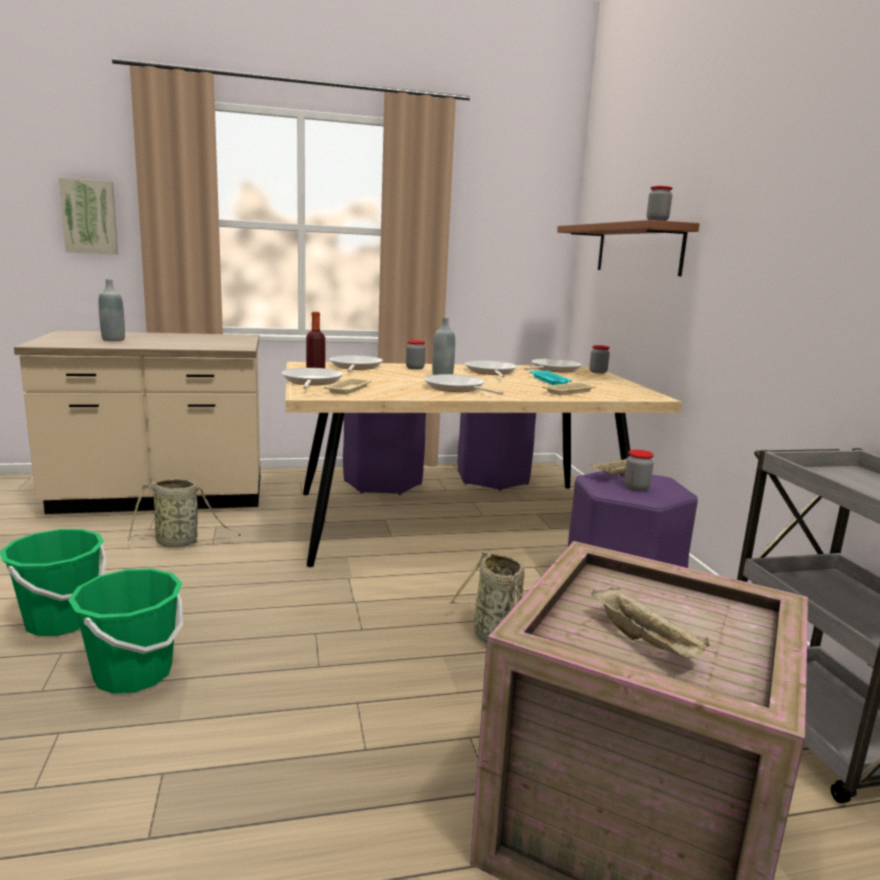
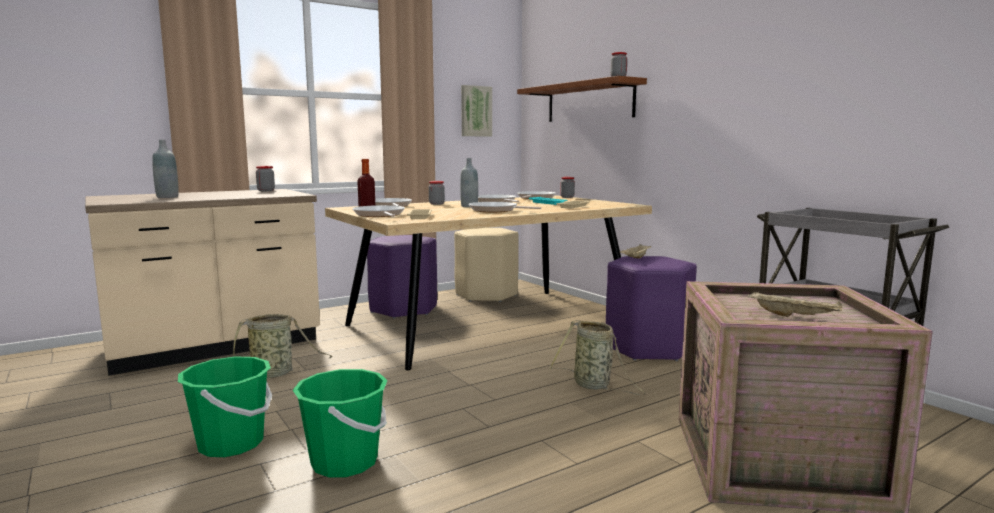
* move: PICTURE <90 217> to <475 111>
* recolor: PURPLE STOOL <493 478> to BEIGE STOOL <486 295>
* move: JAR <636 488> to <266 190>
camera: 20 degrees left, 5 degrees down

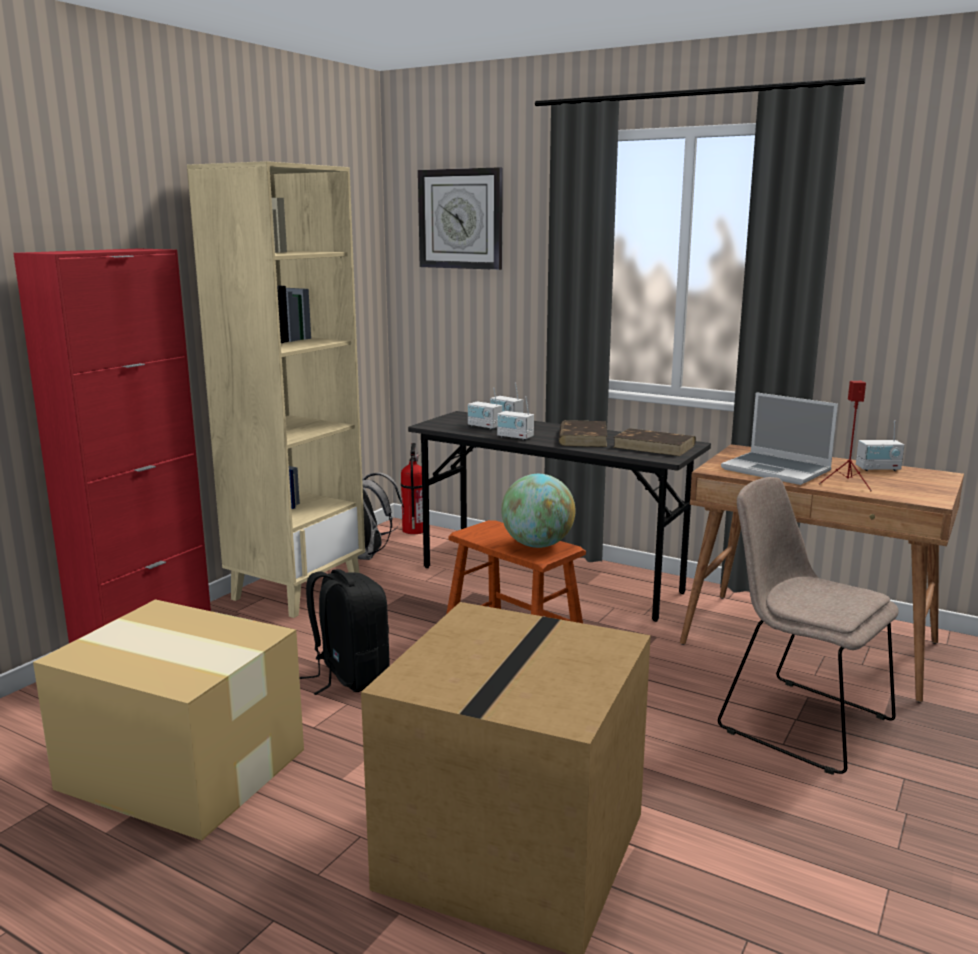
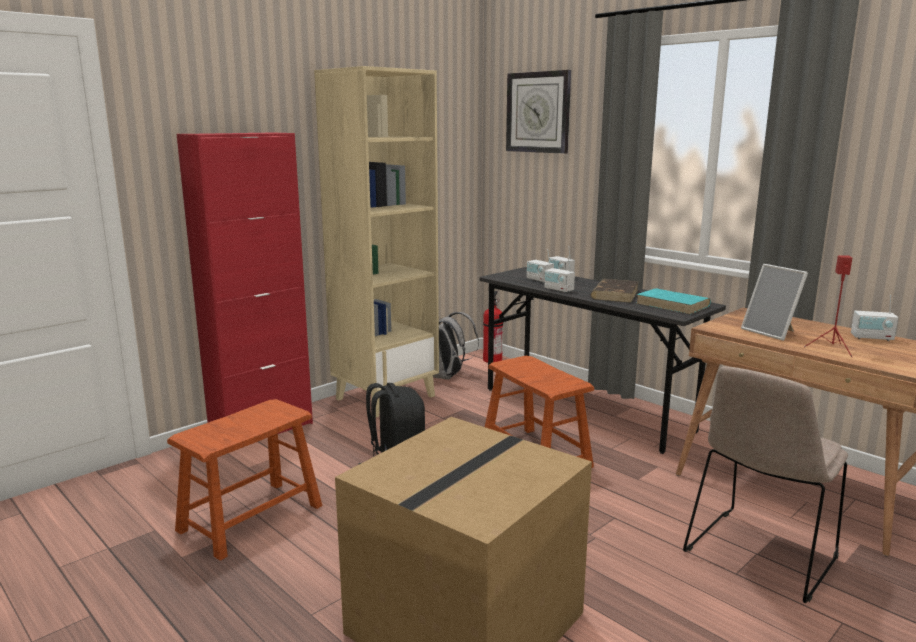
* replace: LAPTOP <777 470> to PICTURE FRAME <771 332>
* recolor: BROWN BOOK <655 446> to TURQUOISE BOOK <673 305>
* delete: GLOBE <537 545>
* rotate: BEIGE CHAIR <799 721> = <759 556> 105 degrees counterclockwise
* replace: CARDBOARD BOX <181 767> to BROWN STOOL <250 518>
camera: 15 degrees right, 0 degrees up

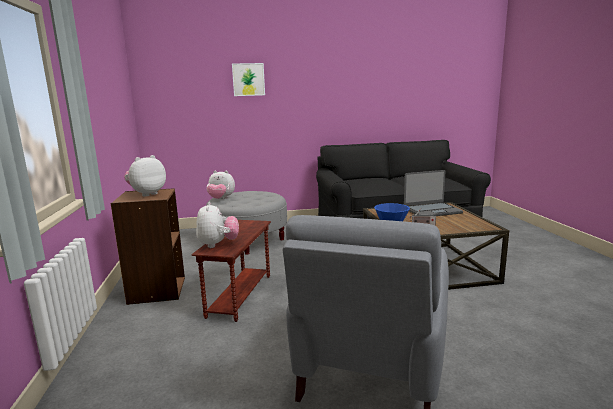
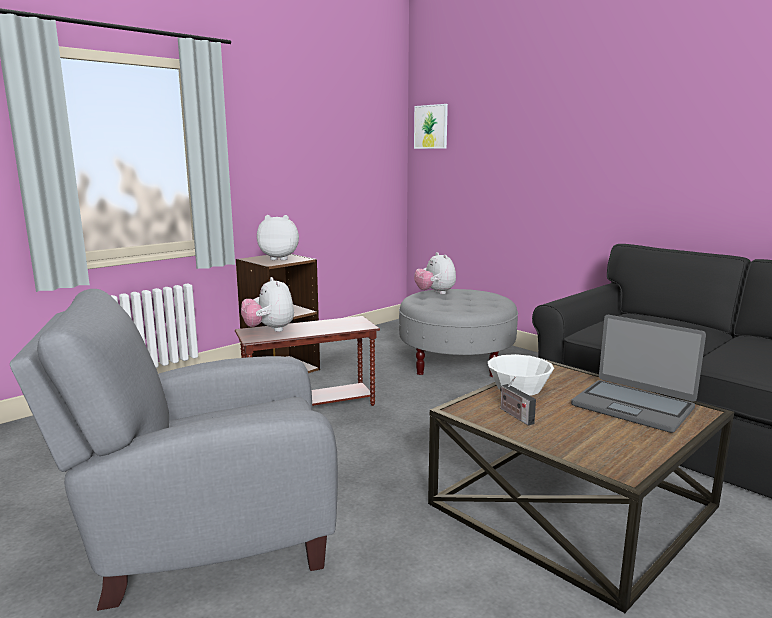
* move: PICTURE <248 79> to <431 127>
* rotate: PLUSH TOY <218 244> = <269 330> 105 degrees clockwise
* recolor: BLUE BOWL <391 220> to WHITE BOWL <518 387>
camera: 55 degrees right, 0 degrees up

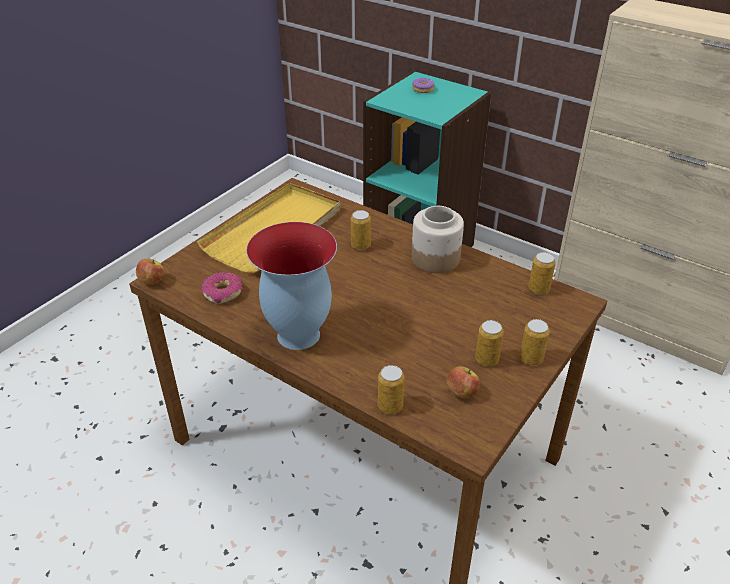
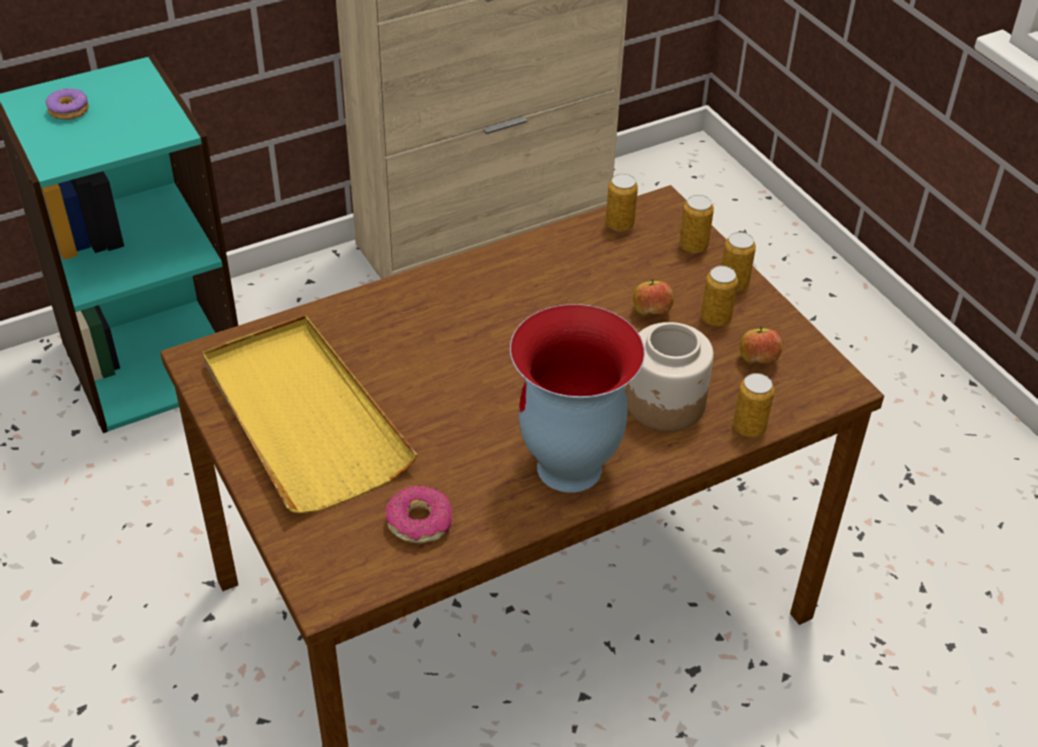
* move: JAR <435 259> to <665 404>
* move: CAN <360 246> to <693 246>
* move: APPLE <152 281> to <651 312>
camera: 65 degrees left, 5 degrees up

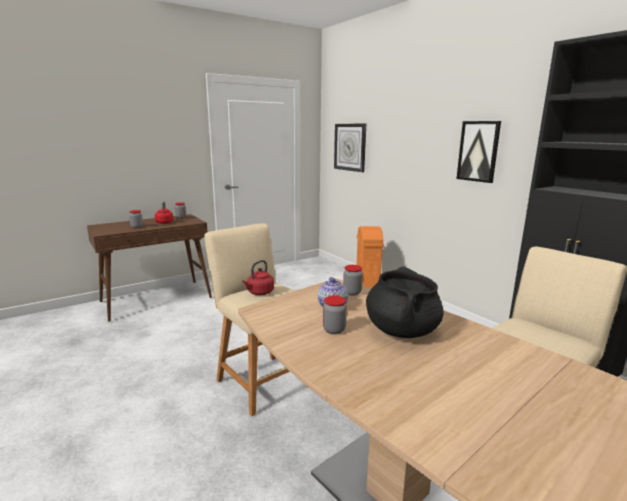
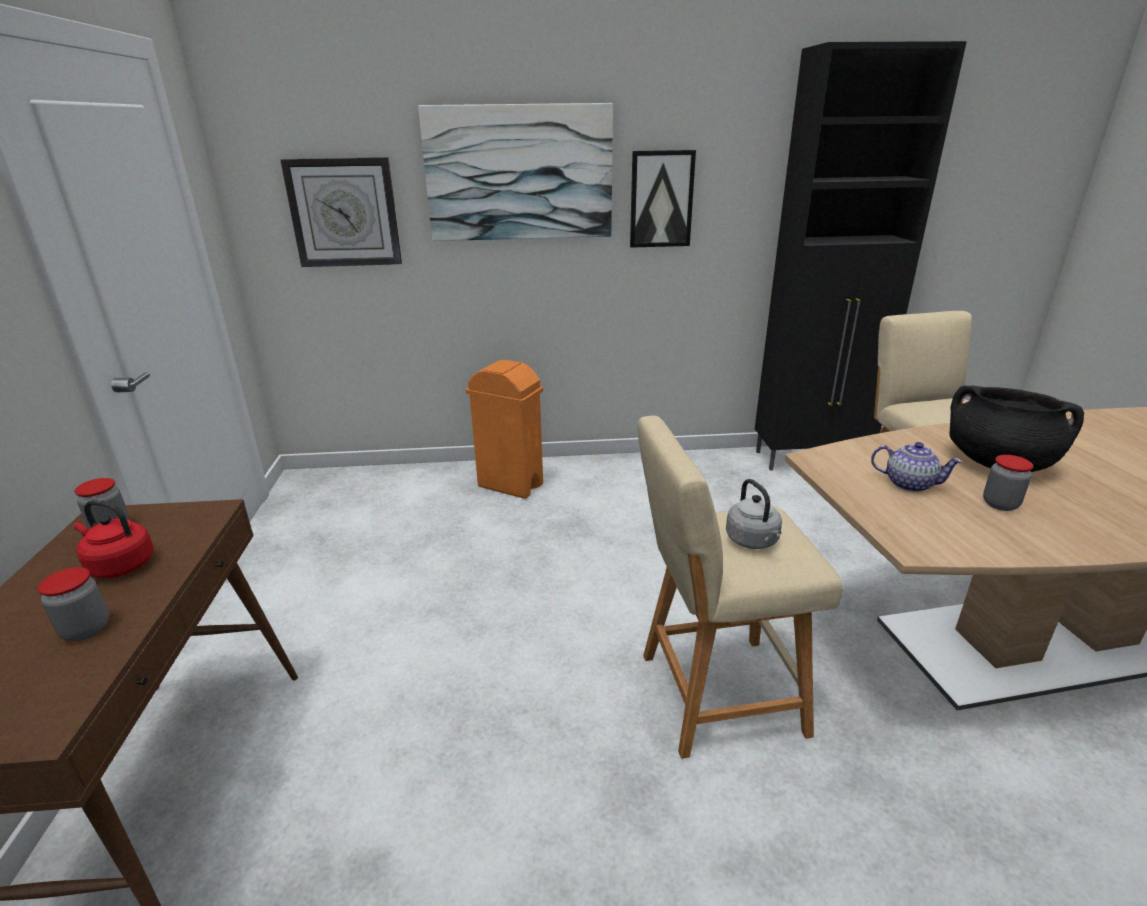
* recolor: RED KETTLE <259 293> to GREY KETTLE <753 541>
* delete: JAR <352 292>
* insert: PICTURE <519 173>
camera: 60 degrees left, 10 degrees up

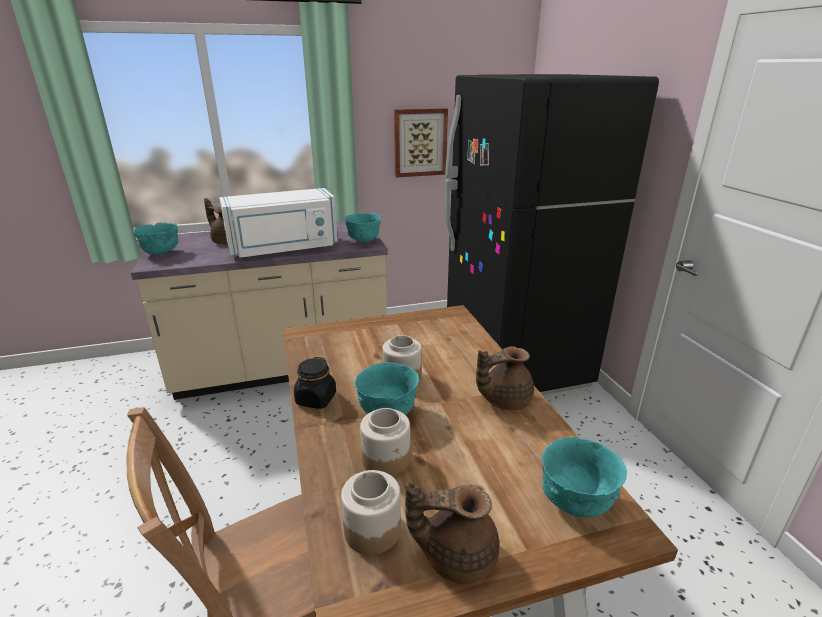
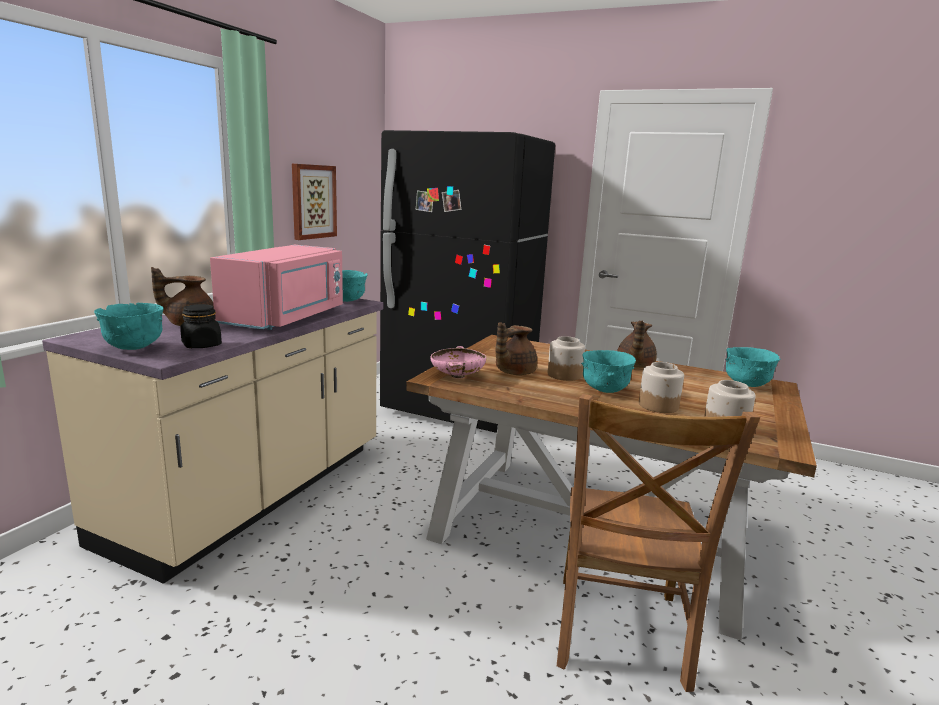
* recolor: WHITE MICROWAVE <284 249> to PINK MICROWAVE <287 318>
* move: BLACK JAR <316 399> to <202 345>
* move: BROWN TEAPOT <456 555> to <513 372>
* insert: PINK BOWL <457 376>
camera: 50 degrees left, 10 degrees down

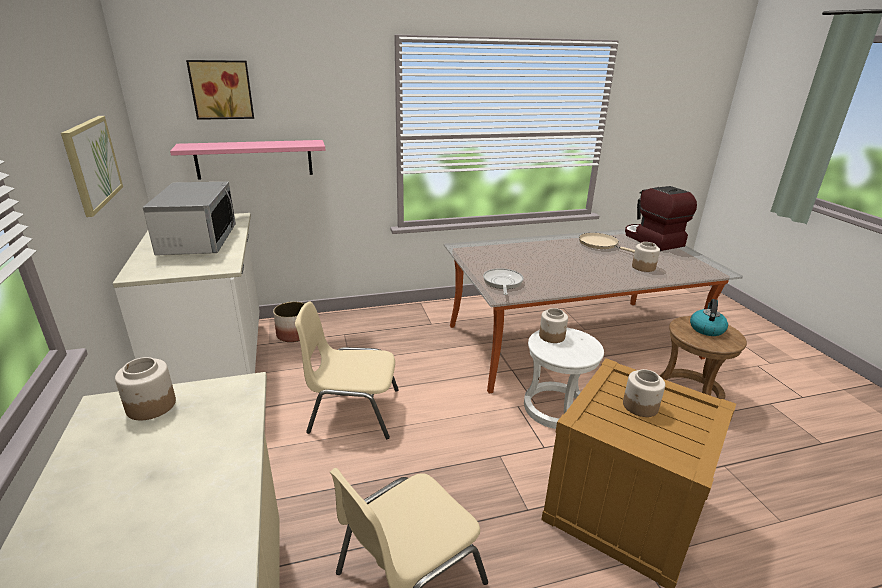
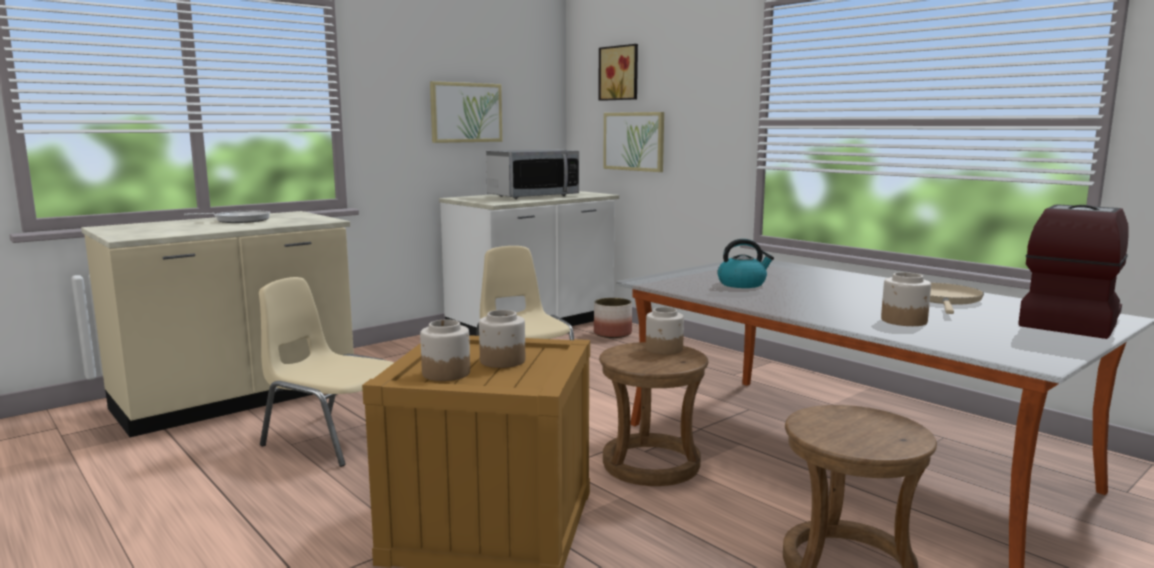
* replace: PINK SHELF <254 159> to PICTURE <634 141>
* move: FRYING PAN <502 283> to <239 220>
* move: KETTLE <706 329> to <742 284>
* recolor: WHITE STOOL <556 408> to BROWN STOOL <650 464>
* move: JAR <150 406> to <446 373>
camera: 65 degrees right, 15 degrees down

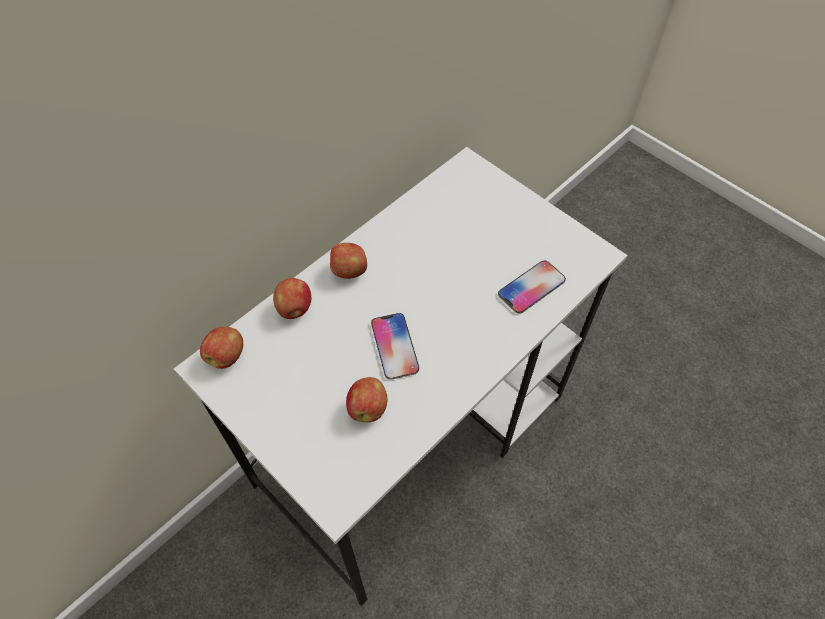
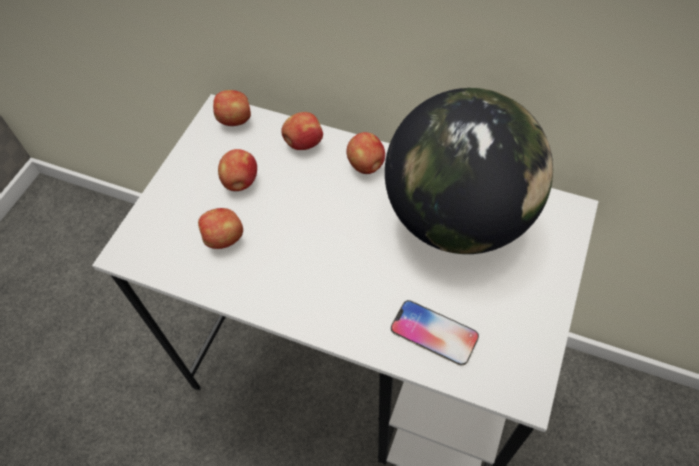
* delete: PHONE <394 346>
* insert: GLOBE <458 218>
* insert: APPLE <240 182>
camera: 70 degrees right, 0 degrees up

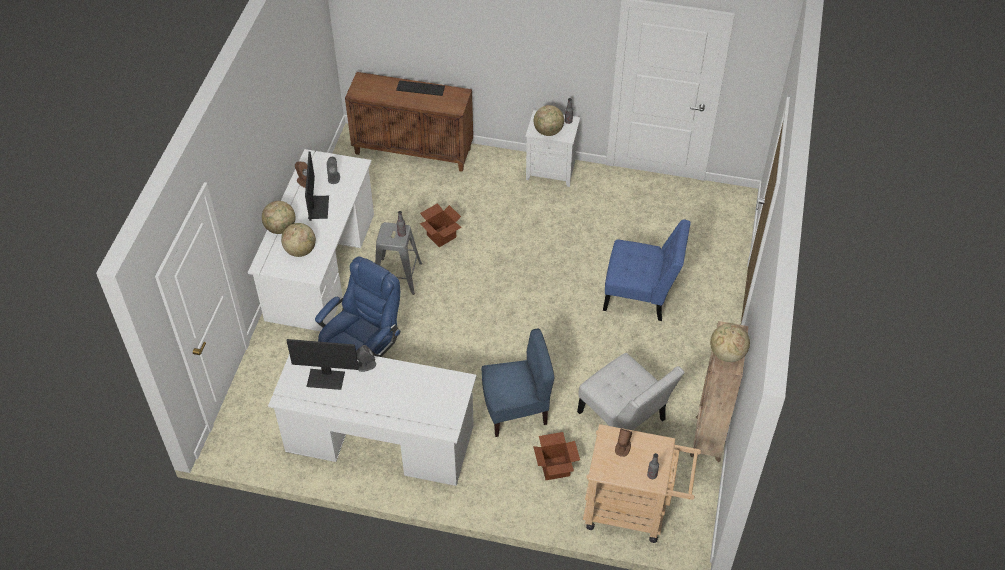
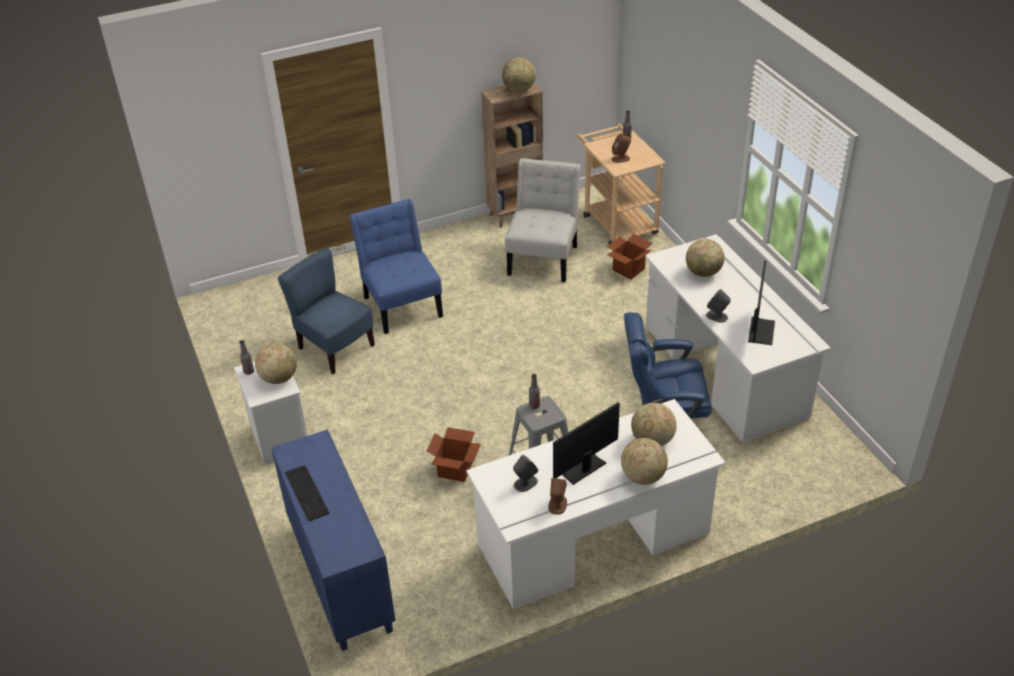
* recolor: BROWN CABINET <414 150> to BLUE CABINET <339 576>
* move: BLUE CHAIR <516 410> to <335 348>
* rotate: MONITOR <326 378> = <760 330> 45 degrees clockwise
* insert: GLOBE <703 273>
camera: 125 degrees left, 10 degrees down

